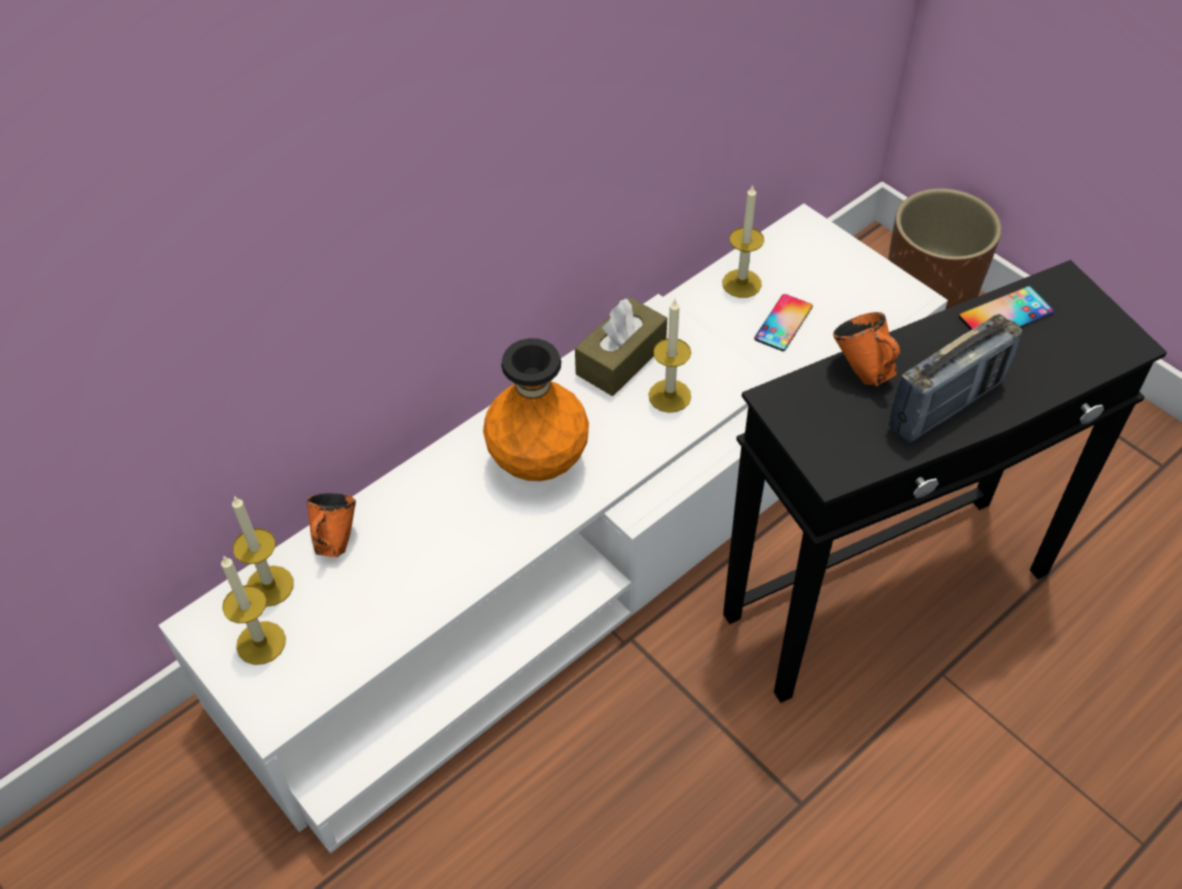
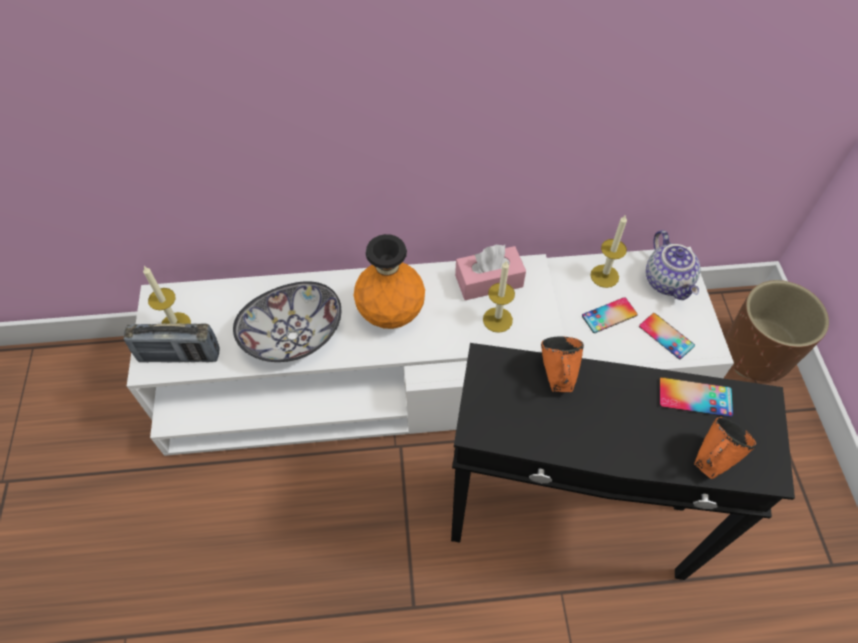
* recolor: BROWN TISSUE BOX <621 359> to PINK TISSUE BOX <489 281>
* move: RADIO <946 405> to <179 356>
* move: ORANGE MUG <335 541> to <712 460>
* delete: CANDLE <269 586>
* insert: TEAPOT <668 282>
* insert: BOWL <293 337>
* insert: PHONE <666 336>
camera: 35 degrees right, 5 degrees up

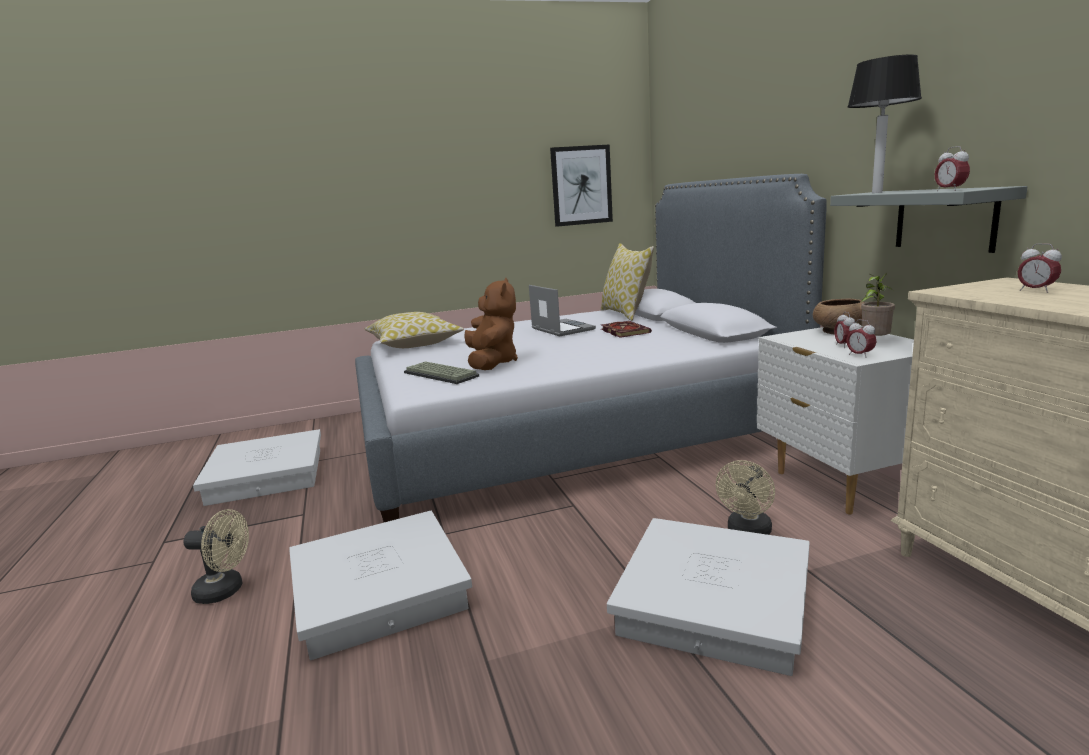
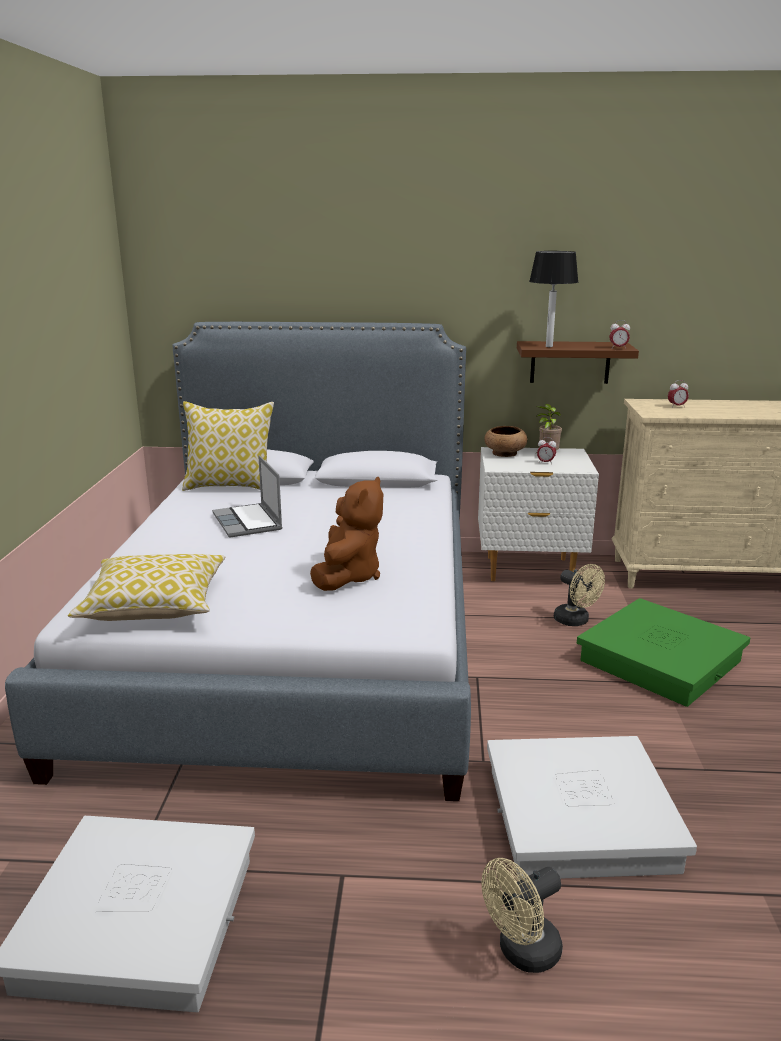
* delete: PICTURE <581 185>
* recolor: GREY SHELF <945 219> to BROWN SHELF <570 362>
* rotate: BROWN PLUSH TOY <492 363> = <348 576> 90 degrees clockwise
* rotate: LAPTOP <561 329> = <248 522> 105 degrees counterclockwise
* delete: ALARM CLOCK <860 355>
* delete: BOOK <623 331>
* delete: KEYBOARD <442 374>
* rotate: BEIGE FAN <226 591> = <522 953> 150 degrees counterclockwise
* recolor: WHITE STORAGE BOX <715 603> to GREEN STORAGE BOX <660 660>
camera: 70 degrees left, 5 degrees up

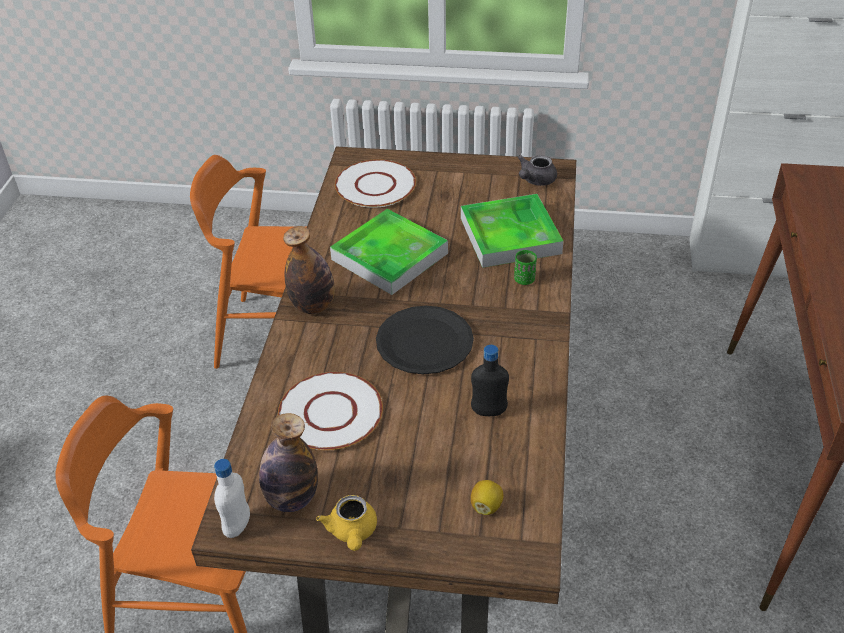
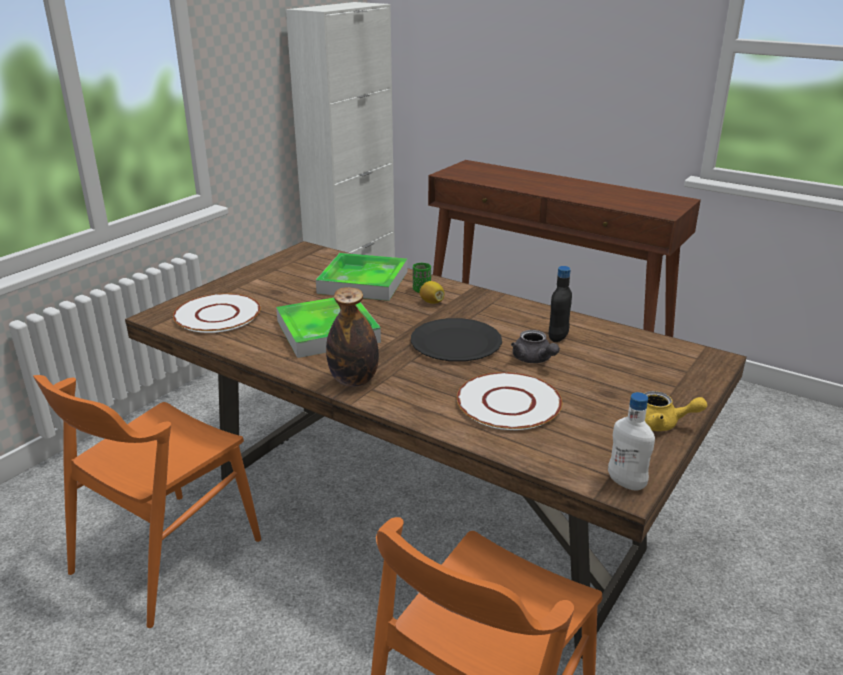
* move: GREY TEAPOT <535 180> to <534 360>
* delete: BOTTLE <291 498>
* move: LEMON <486 506> to <432 302>
camera: 65 degrees left, 15 degrees down

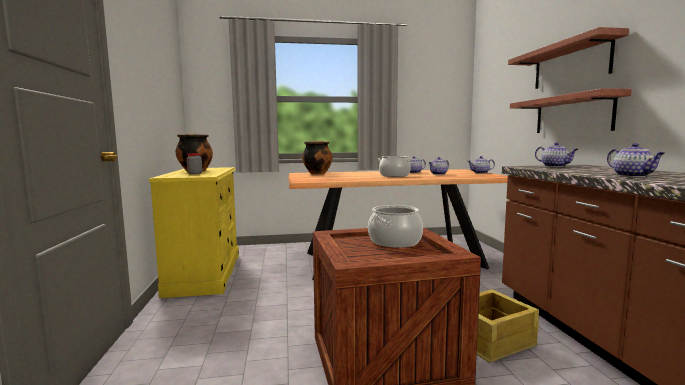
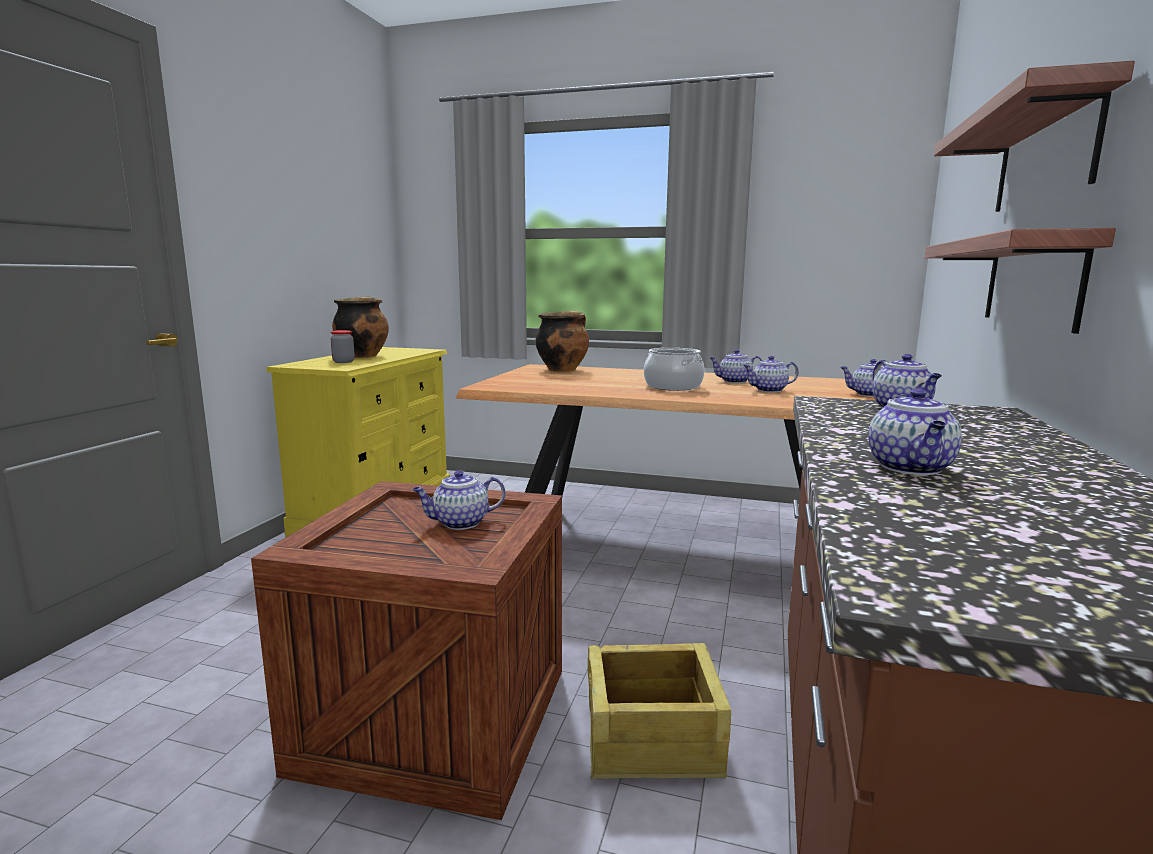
* replace: COOKING POT <395 242> to TEAPOT <460 523>
camera: 25 degrees right, 5 degrees up

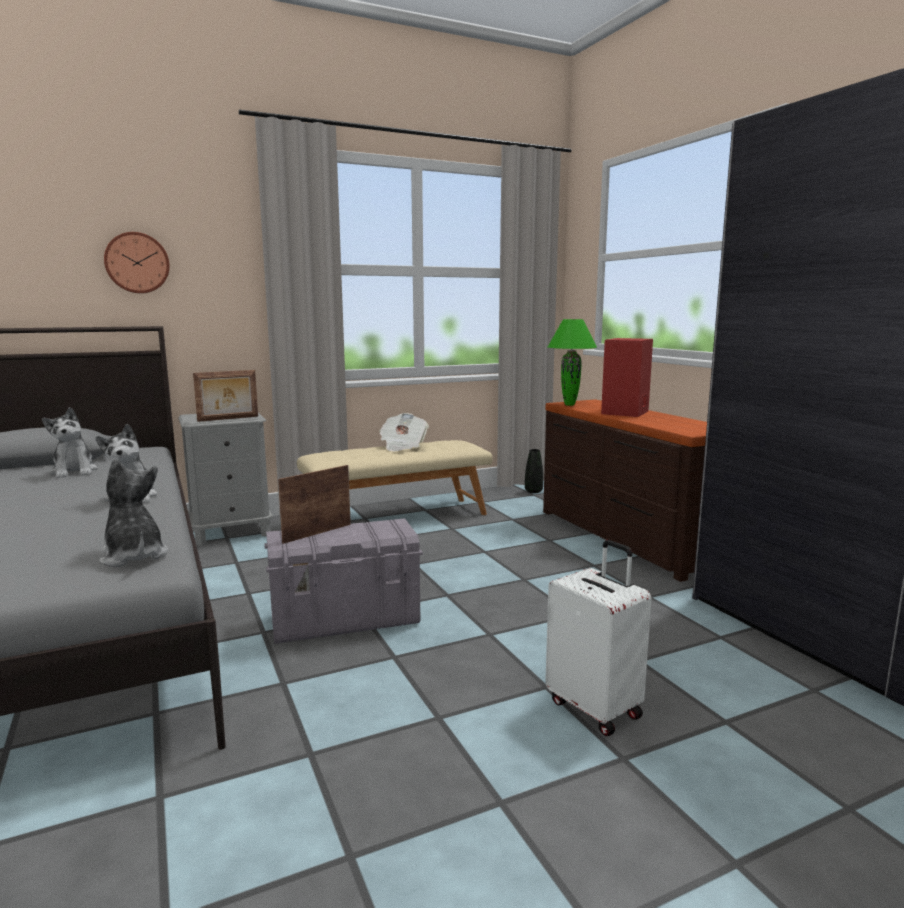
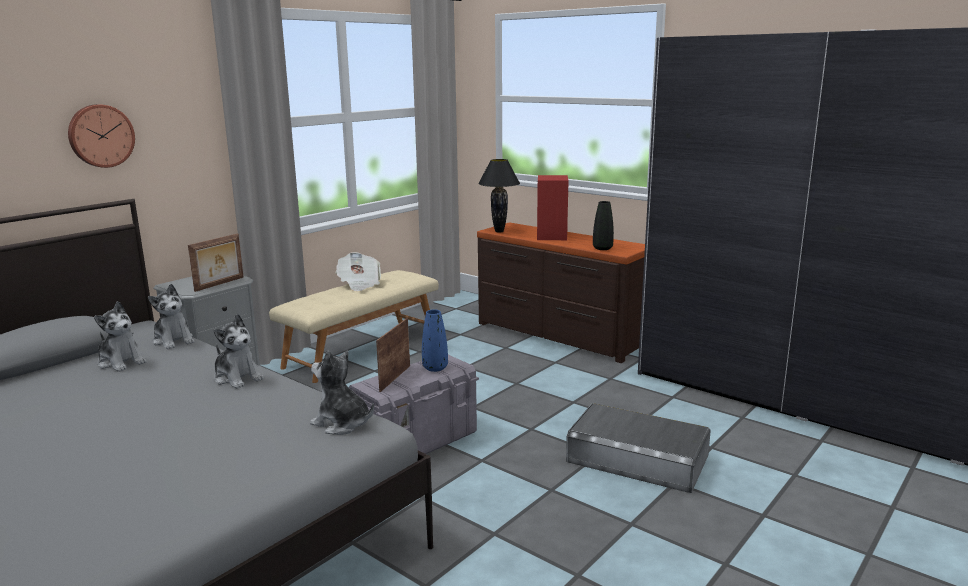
* recolor: GREEN TABLE LAMP <570 405> to BLACK TABLE LAMP <499 231>
* move: BLACK VASE <533 491> to <602 248>
* replace: WHITE SUITCASE <595 708> to GREY STORAGE BOX <637 458>
* insert: PLUSH TOY <174 340>
* insert: BLUE VASE <435 368>
camera: 25 degrees left, 5 degrees up

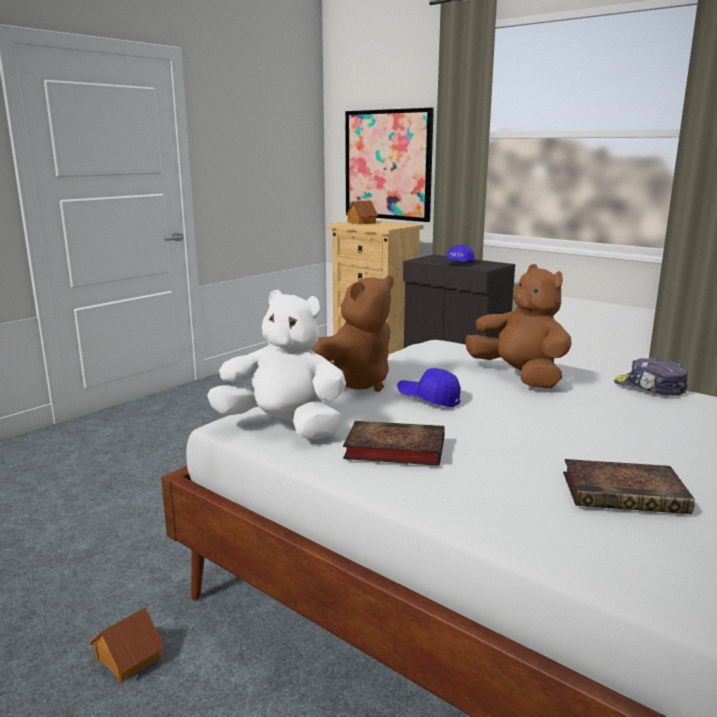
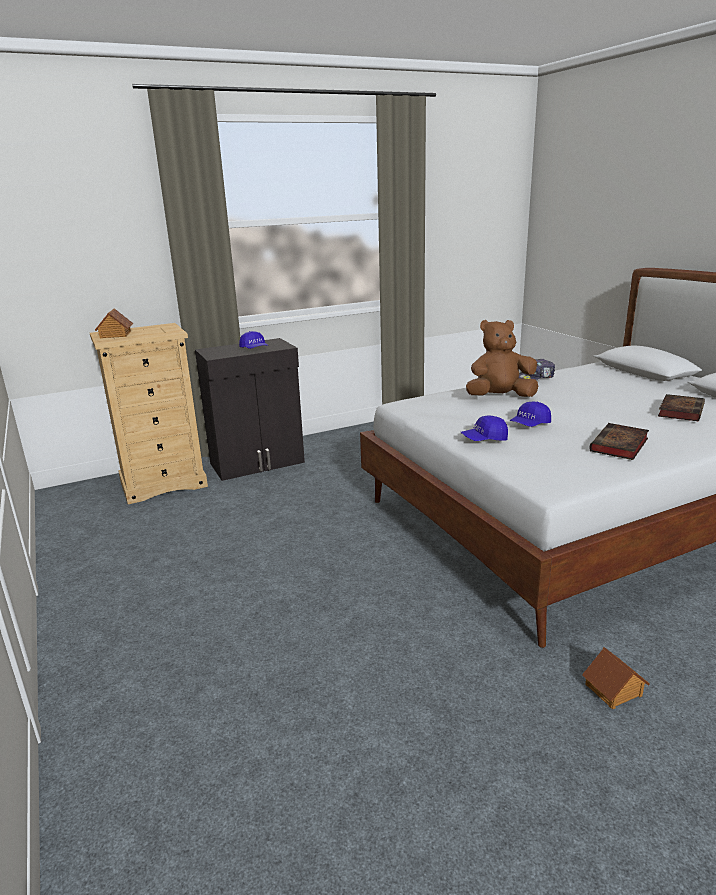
* delete: PICTURE <388 165>
* replace: BROWN PLUSH TOY <354 383> to BLUE CAP <484 440>
* delete: WHITE PLUSH TOY <284 427>
camera: 65 degrees left, 5 degrees up

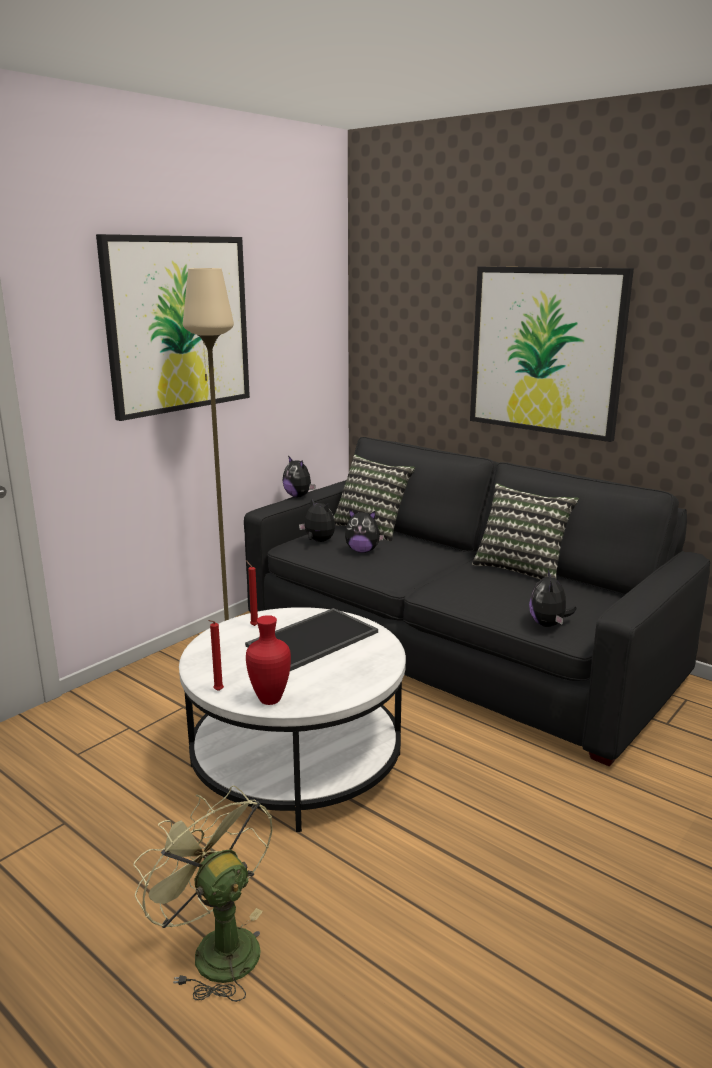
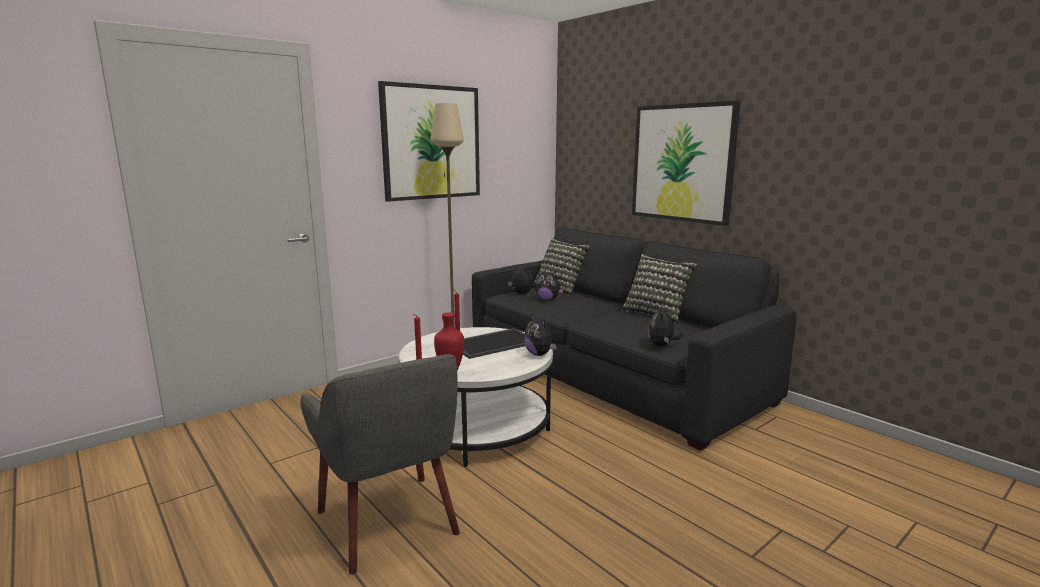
* move: PLUSH TOY <298 496> to <539 354>
* replace: GREEN FAN <216 947> to GREY ARMCHAIR <389 522>
camera: 10 degrees right, 5 degrees down

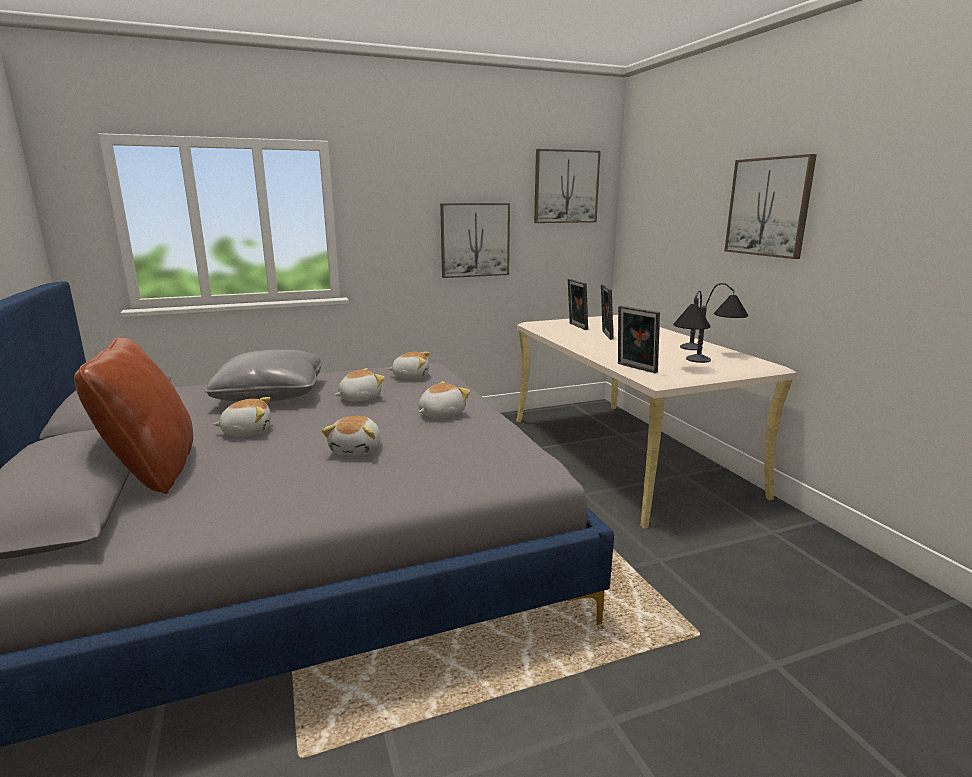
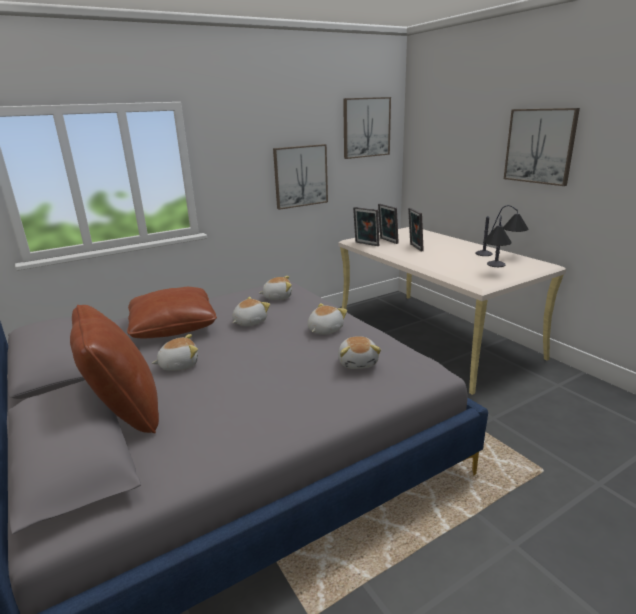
* move: PICTURE FRAME <635 368> to <366 244>
* recolor: GREY PILLOW <271 394> to BROWN PILLOW <173 327>
* move: PLUSH TOY <357 449> to <358 362>
camera: 10 degrees left, 5 degrees up

